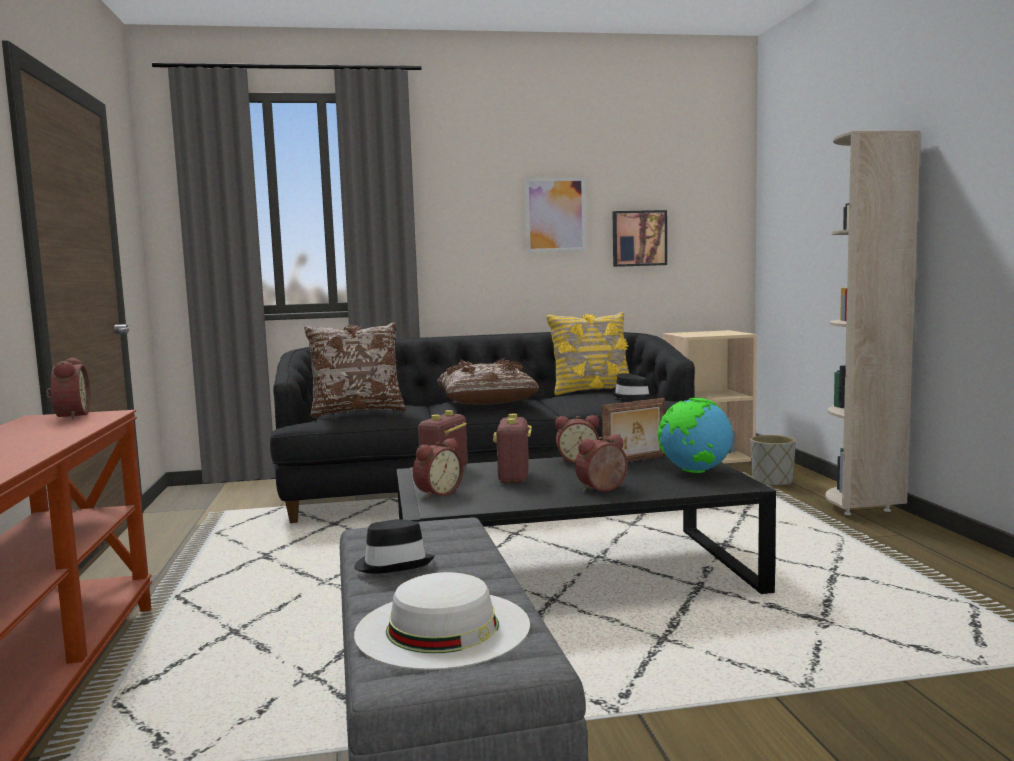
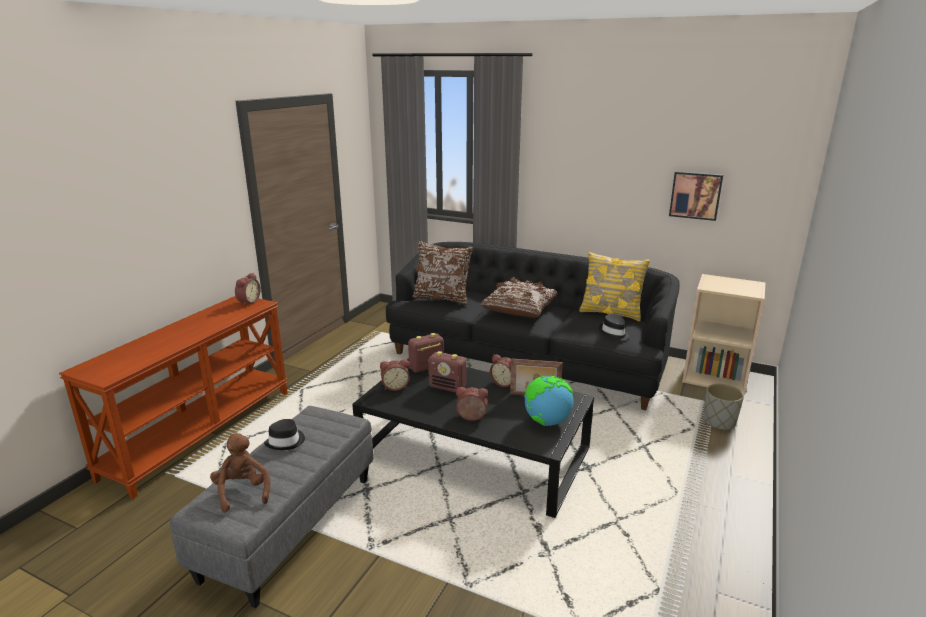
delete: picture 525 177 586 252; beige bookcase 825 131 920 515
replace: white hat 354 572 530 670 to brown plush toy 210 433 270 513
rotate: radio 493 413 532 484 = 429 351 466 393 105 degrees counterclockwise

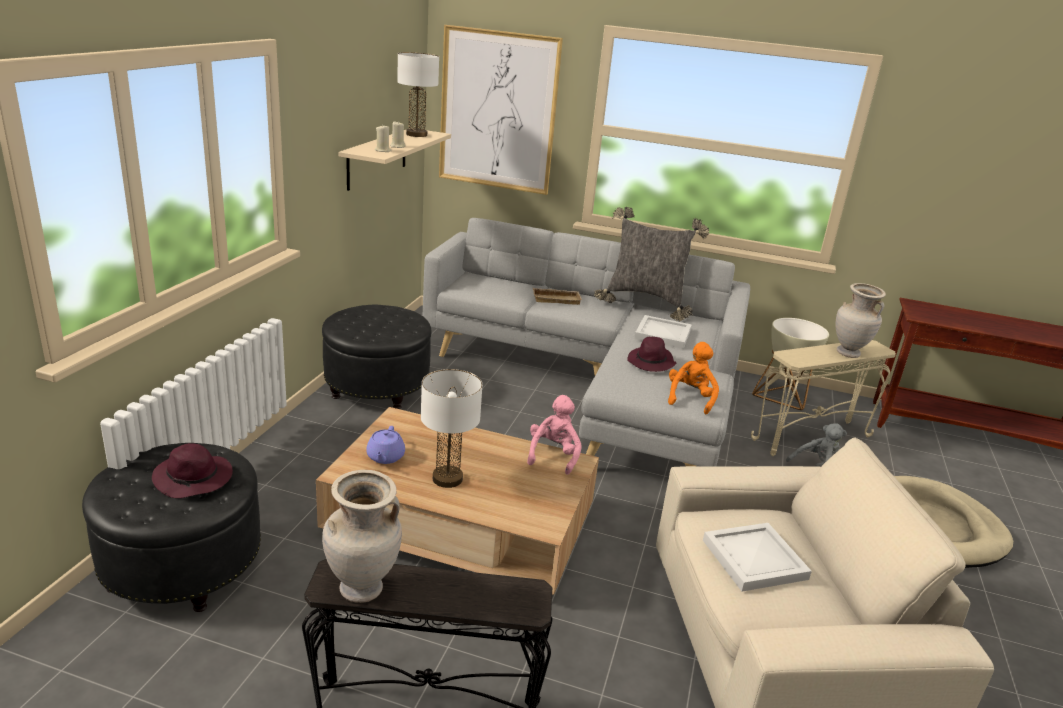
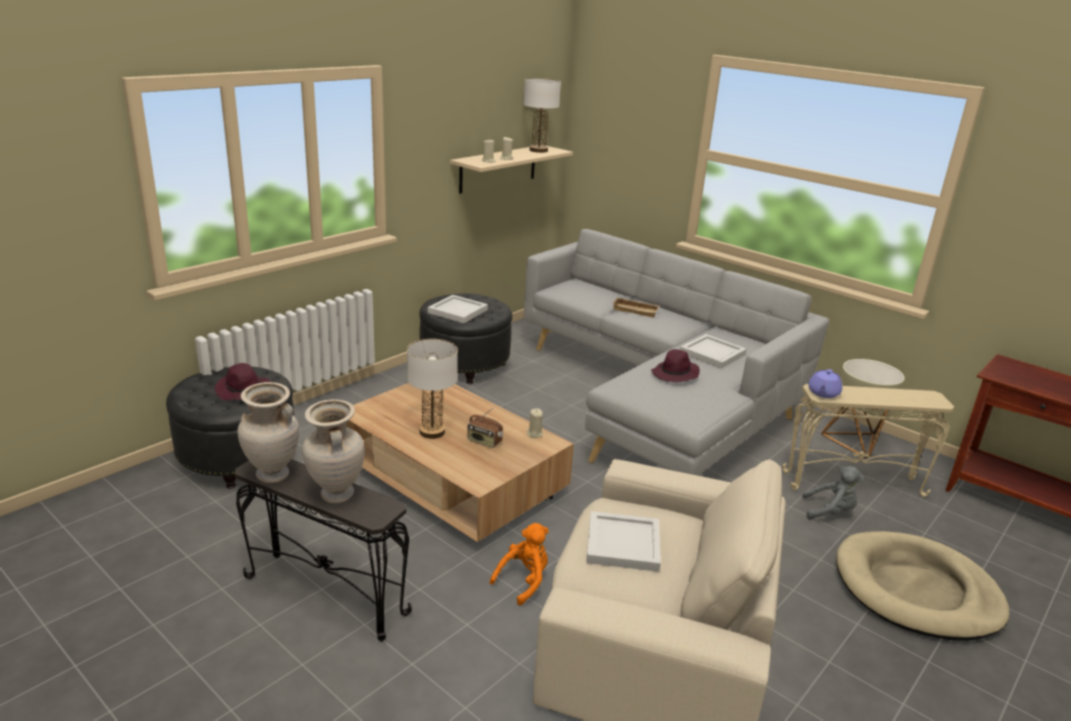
delete: picture 439 25 563 195; pillow 594 207 709 322
insert: white tray 428 295 488 323; radio 467 408 503 448
move: beige vase 836 283 886 358 to 302 399 365 503; orange plush toy 668 342 719 414 to 489 523 549 606; purple teapot 366 426 405 464 to 808 369 842 398
replace: pink plush toy 527 395 582 475 to beige candle 527 408 543 438

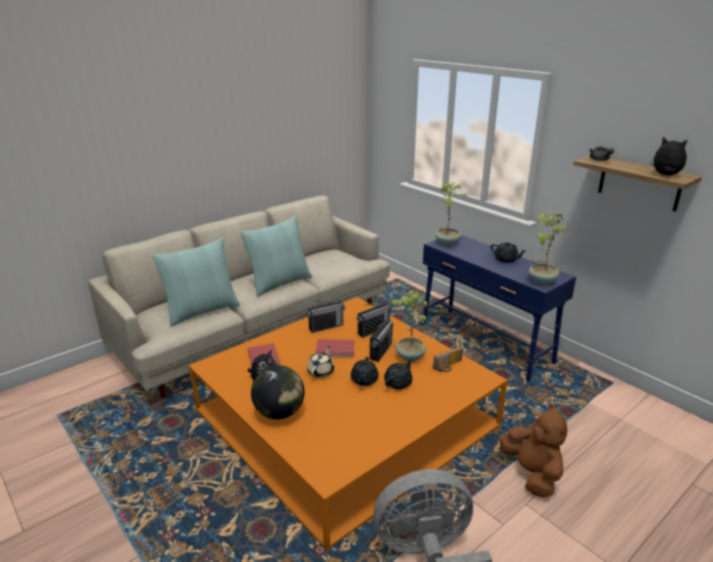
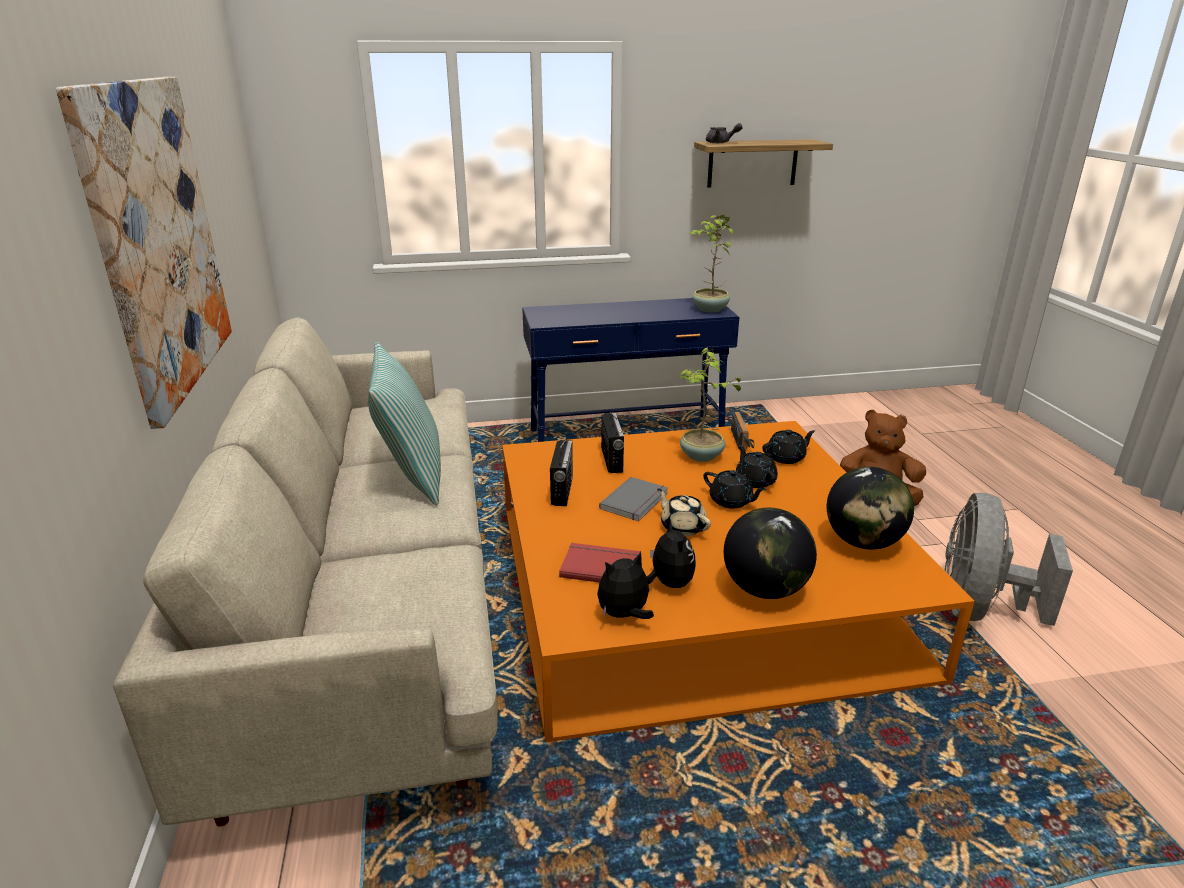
delete: pillow 152 237 240 326; radio 370 320 393 362; potted plant 435 182 467 246
insert: picture 56 77 232 429; globe 827 467 914 549
move: plush toy 649 137 688 175 to 597 552 654 619; black teapot 490 242 526 263 to 763 430 815 464
recolor: red book 315 339 354 358 to grey book 599 477 668 521

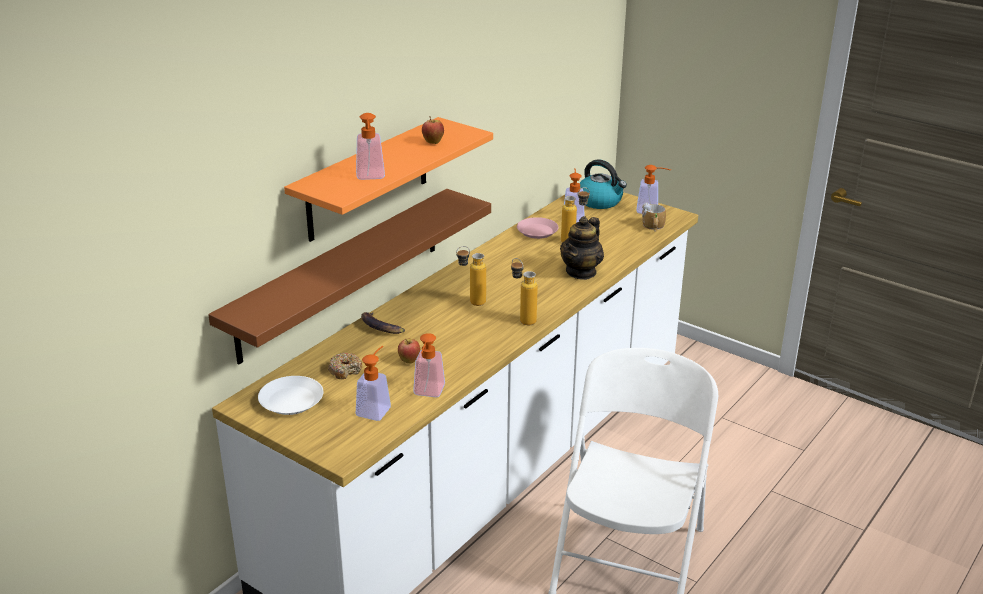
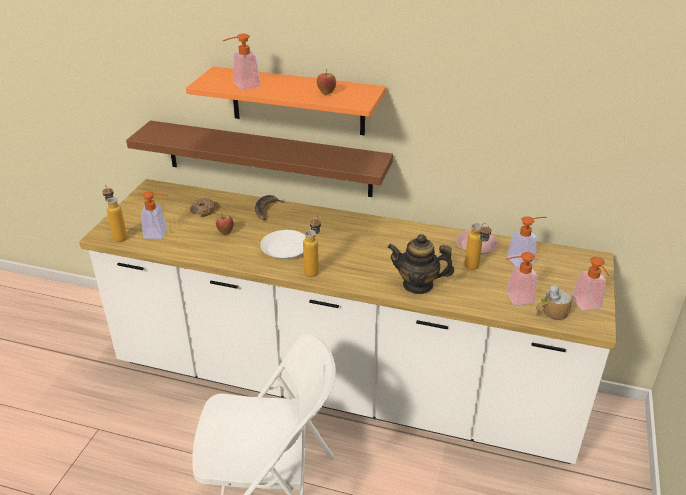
delete: kettle 579 159 627 209
move: bottle 456 246 486 306 to 102 185 127 242; white plate 258 376 323 415 to 260 230 306 259; soap dispenser 413 333 445 397 to 506 252 537 305

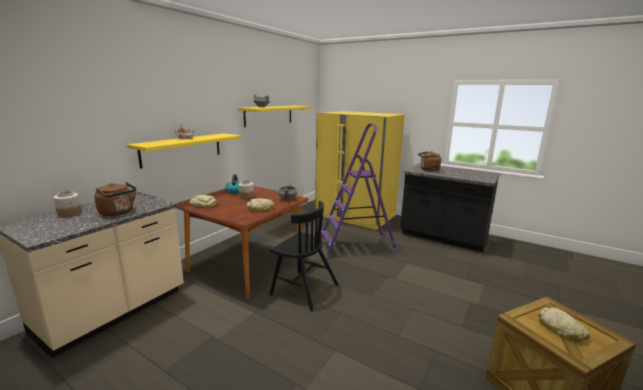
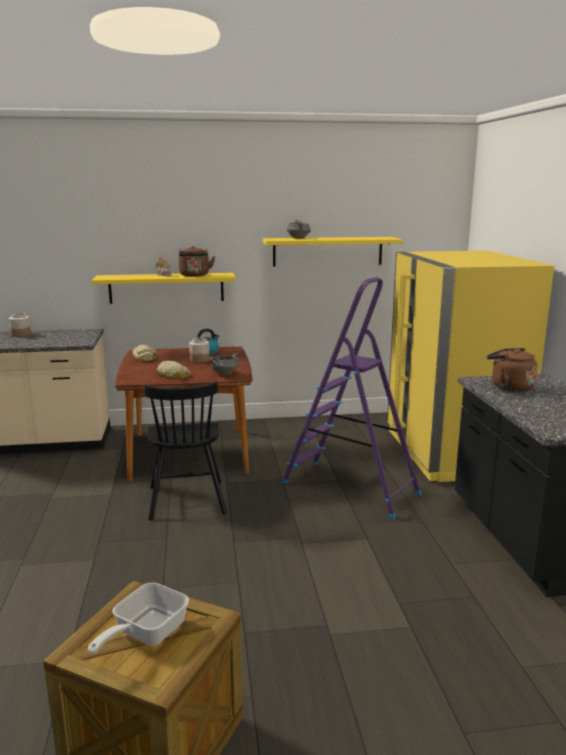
move: brown kettle 94 182 136 216 to 179 246 215 277
replace: bread 539 307 590 342 to frying pan 88 583 189 654

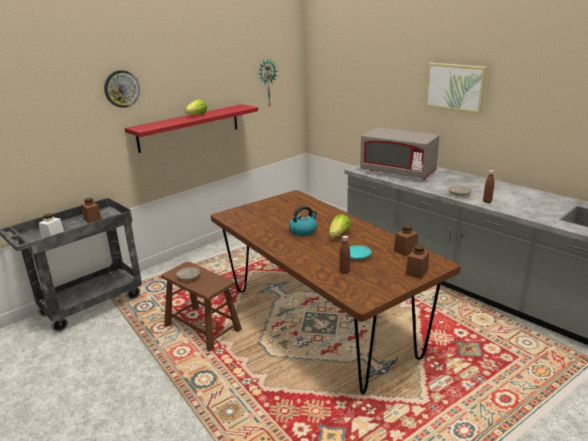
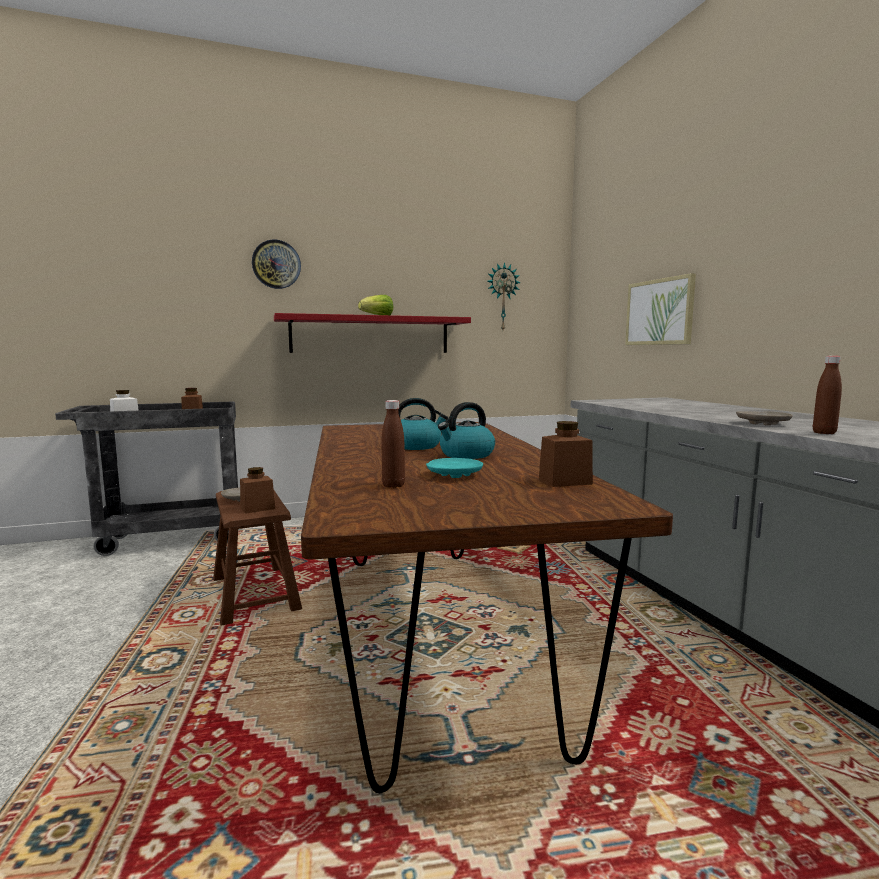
delete: grey microwave 360 127 440 180
move: brown jar 406 245 429 279 to 240 467 275 514; picture 425 63 487 114 to 625 273 696 345
replace: lettuce 329 214 351 238 to kettle 438 402 495 459

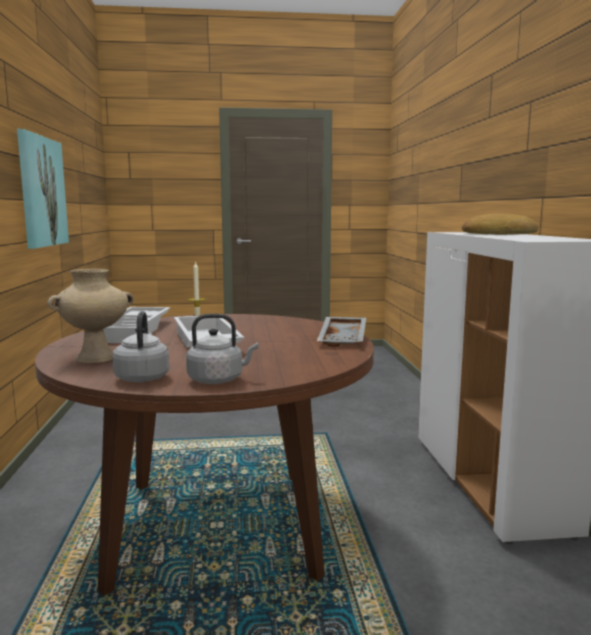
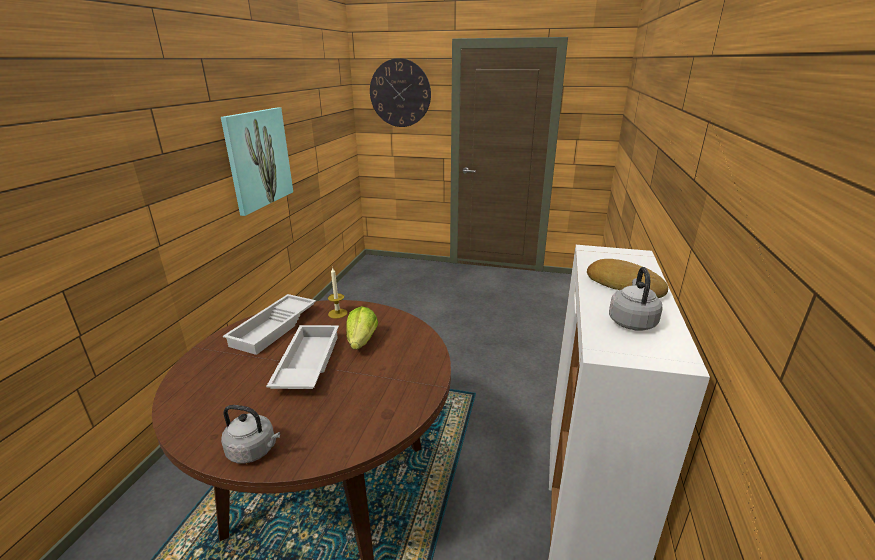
delete: beige vase 47 269 134 363; grey tray 317 317 366 347
insert: lettuce 346 306 378 349; wall clock 370 58 431 127
move: grey kettle 112 311 170 382 to 609 267 662 331

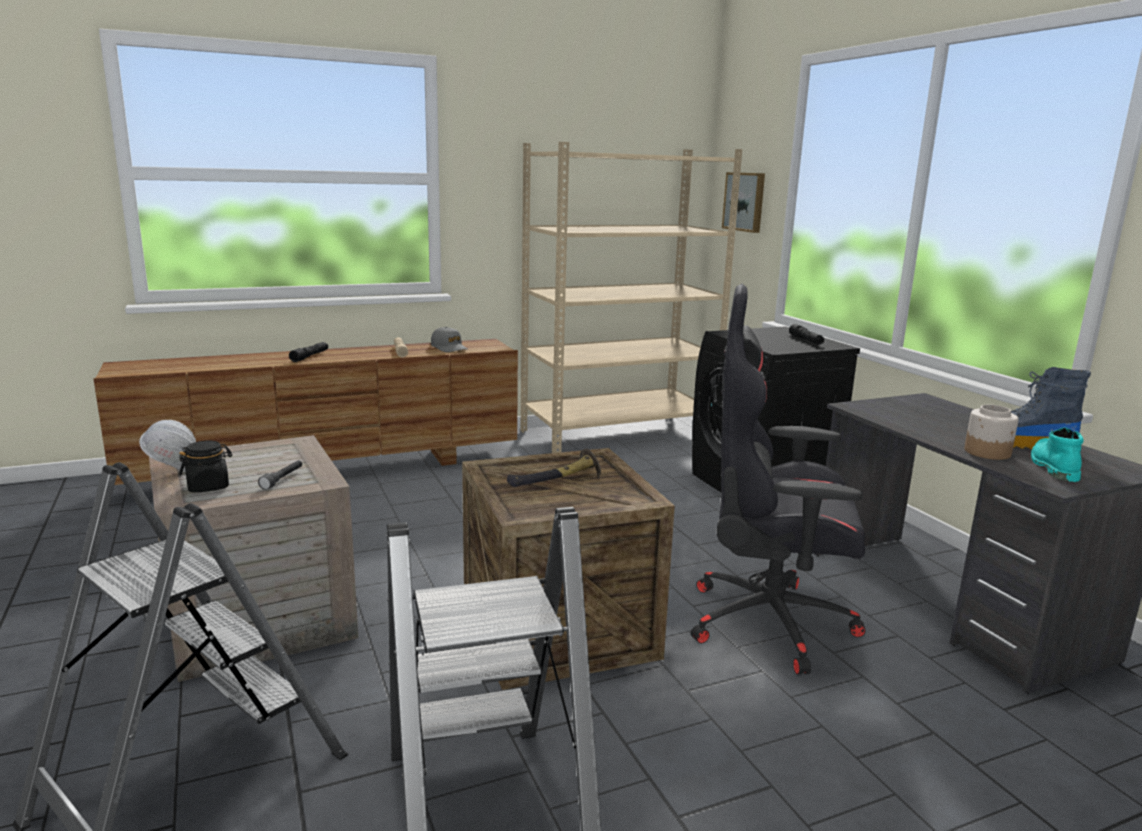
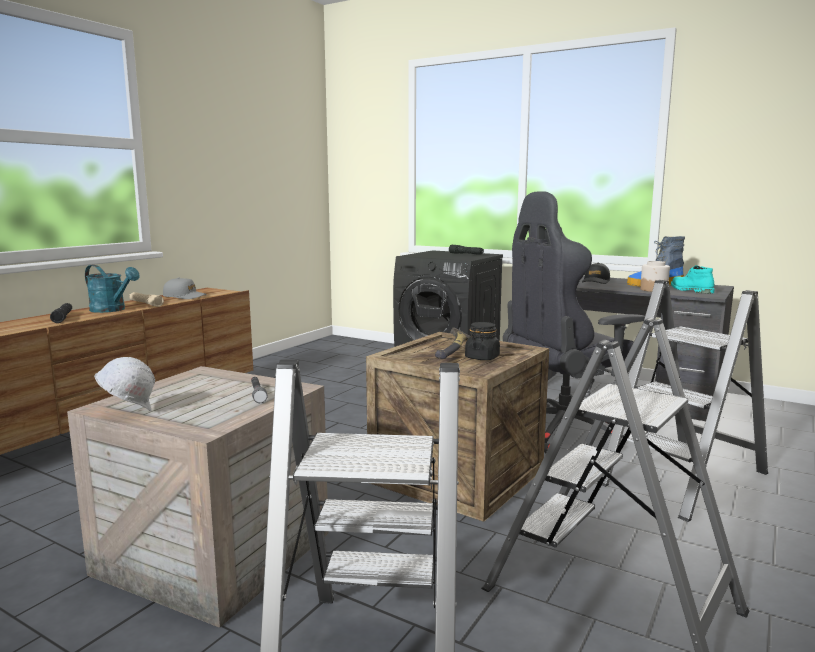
delete: beige bookcase 521 142 742 453; picture 722 172 765 233
insert: turquoise watering can 85 265 140 313; black cap 582 263 610 284; grey step ladder 597 280 768 522
move: black jar 179 440 232 492 to 465 322 500 360

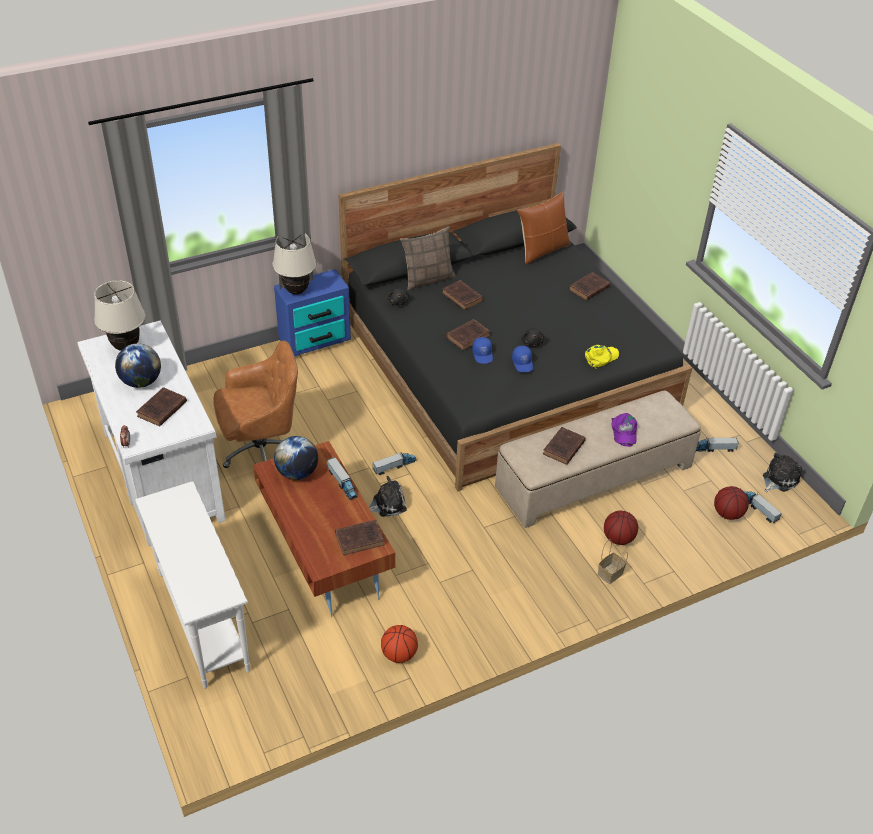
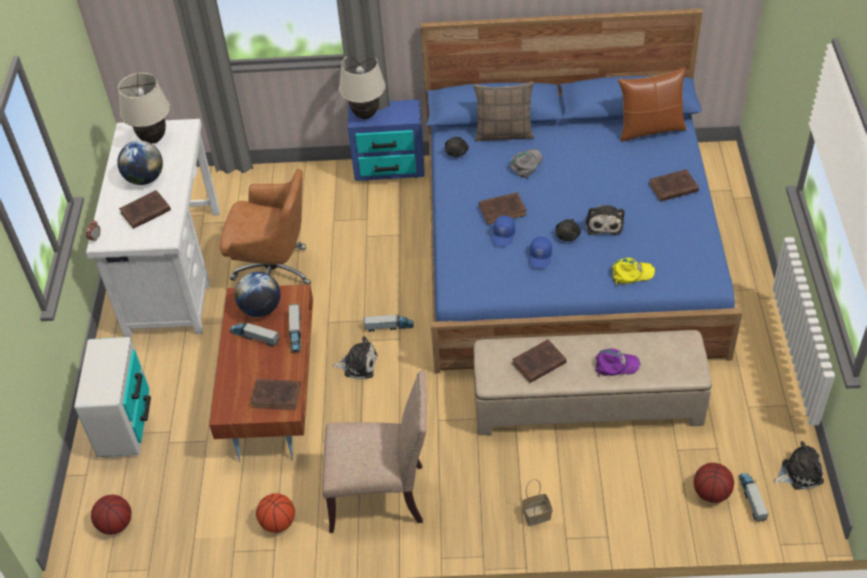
insert: beige chair 322 371 427 533; plush toy 586 205 625 235
move: basketball 604 511 638 545 to 91 495 131 535; toy truck 696 437 739 452 to 230 323 279 347
replace: white console table 135 481 250 688 to white nightstand 74 337 151 457; brown book 442 280 484 310 to grey cap 510 149 542 178
recolor: black bed 339 143 692 491 to blue bed 421 9 742 373
rotate: purple cap 611 413 637 447 = 596 348 641 377 120 degrees counterclockwise

